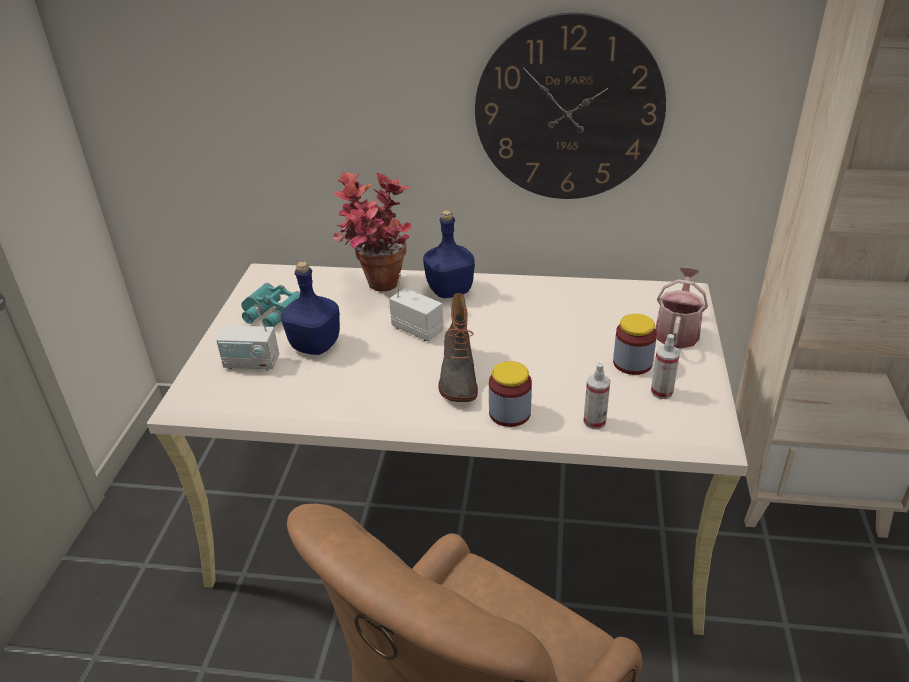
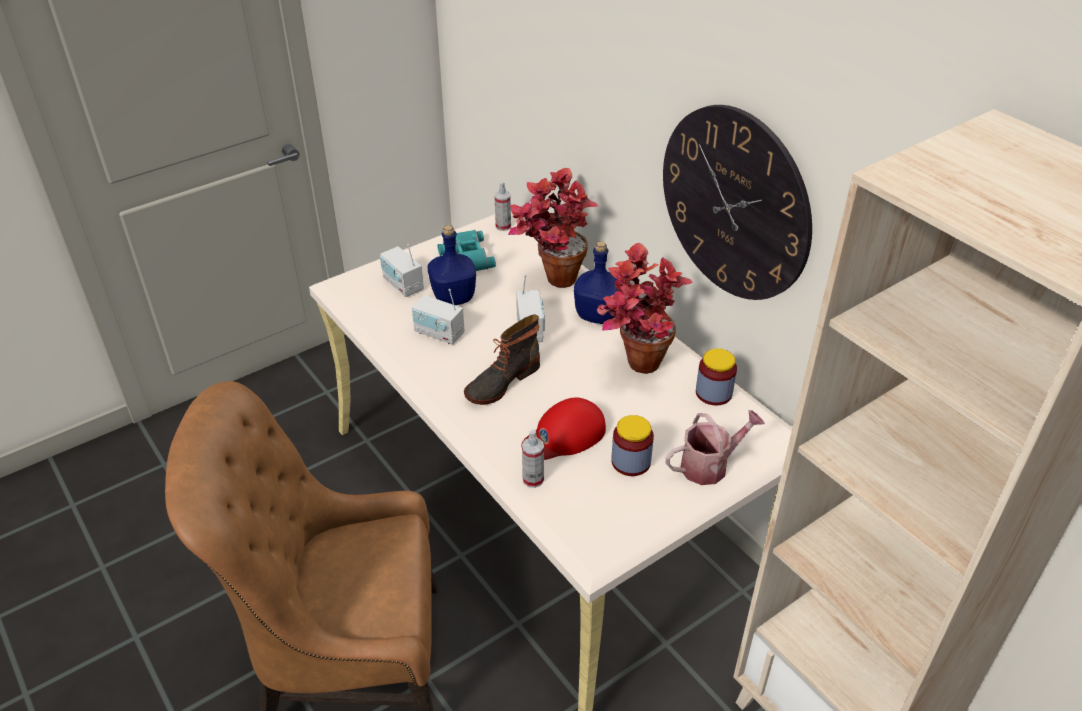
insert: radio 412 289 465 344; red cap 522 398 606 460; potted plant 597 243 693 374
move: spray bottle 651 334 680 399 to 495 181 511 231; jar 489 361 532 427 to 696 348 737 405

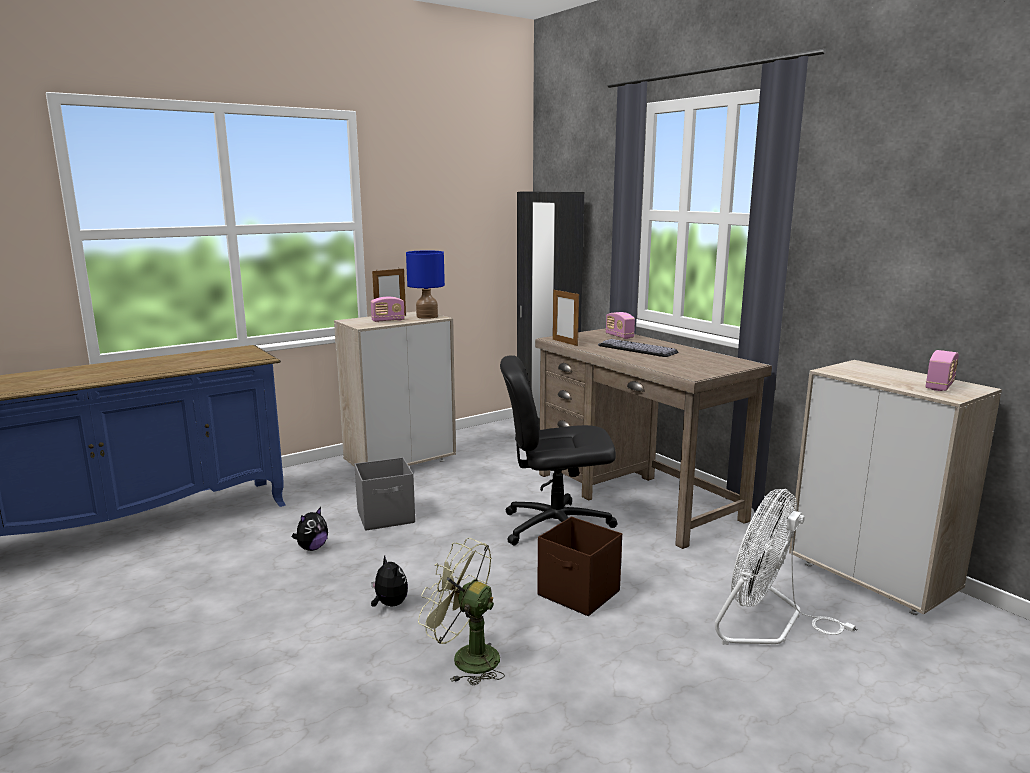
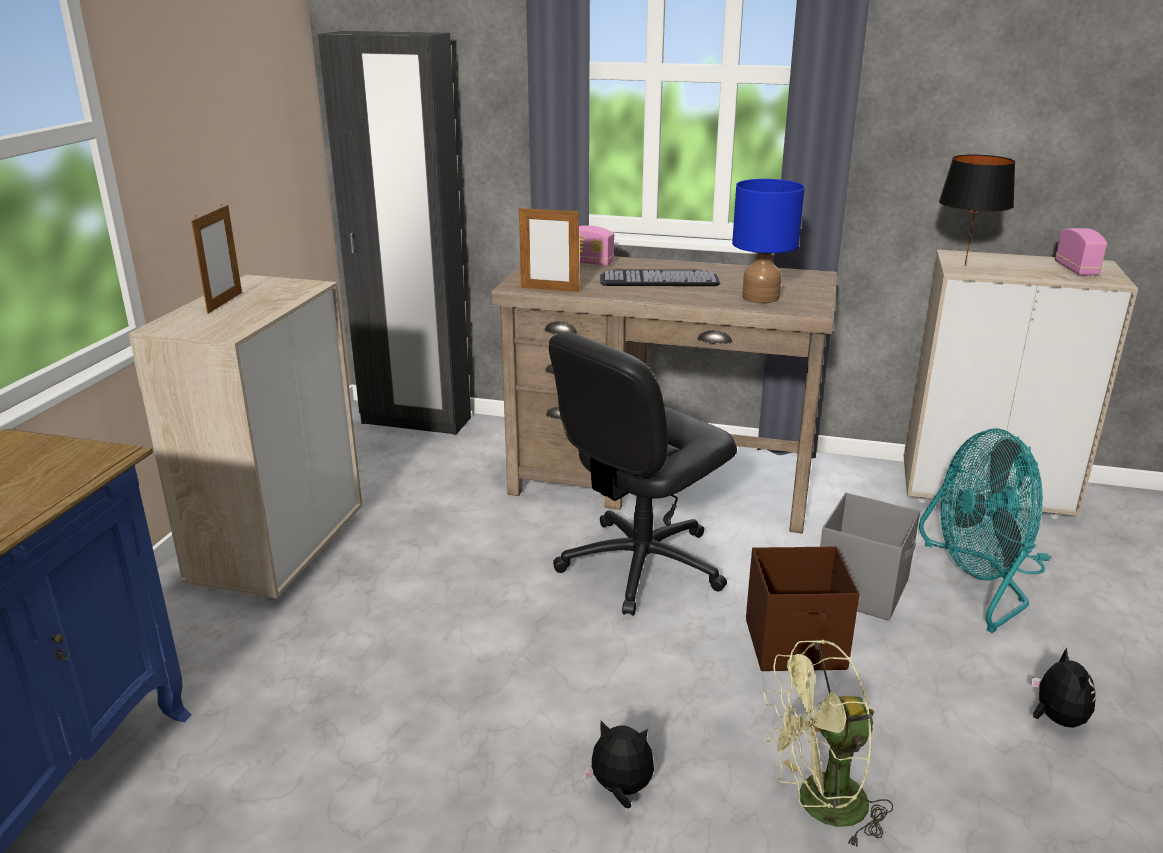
delete: radio 371 297 405 322
insert: black table lamp 939 155 1015 266
move: blue table lamp 406 250 445 319 to 732 179 804 303; grey storage box 355 457 415 531 to 820 493 920 621; plush toy 292 507 328 551 to 1031 648 1096 728
recolor: white fan 715 489 856 645 to turquoise fan 919 428 1052 633

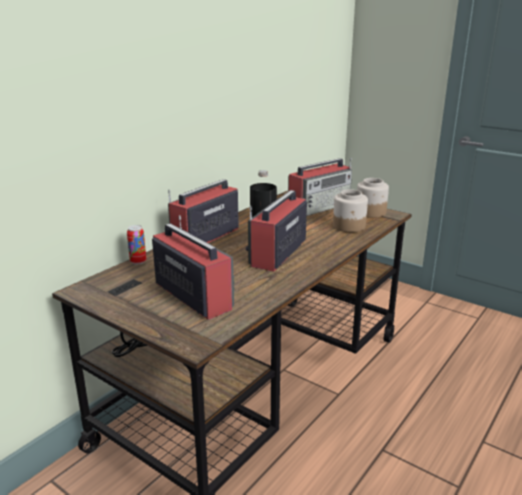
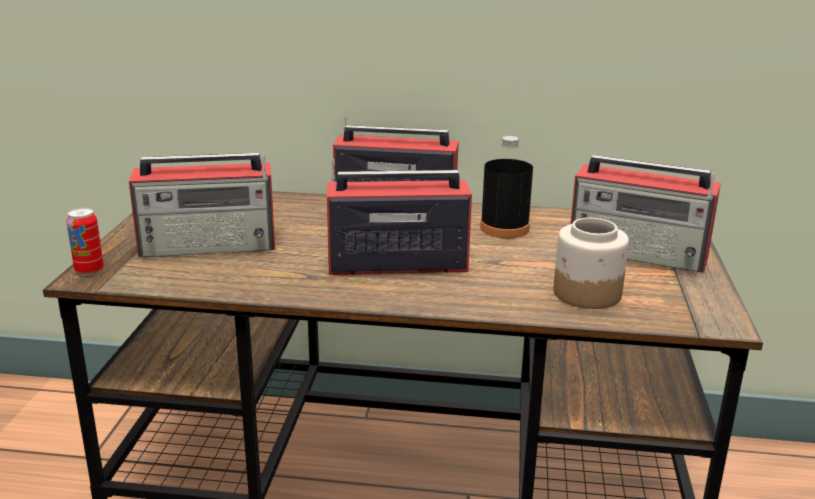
delete: jar 357 178 389 218
move: can 127 225 146 265 to 67 208 104 276
rotate: radio 152 215 235 320 = 129 153 275 258 60 degrees clockwise

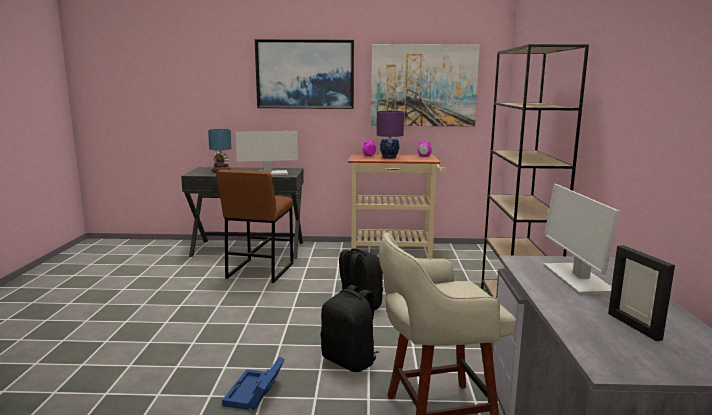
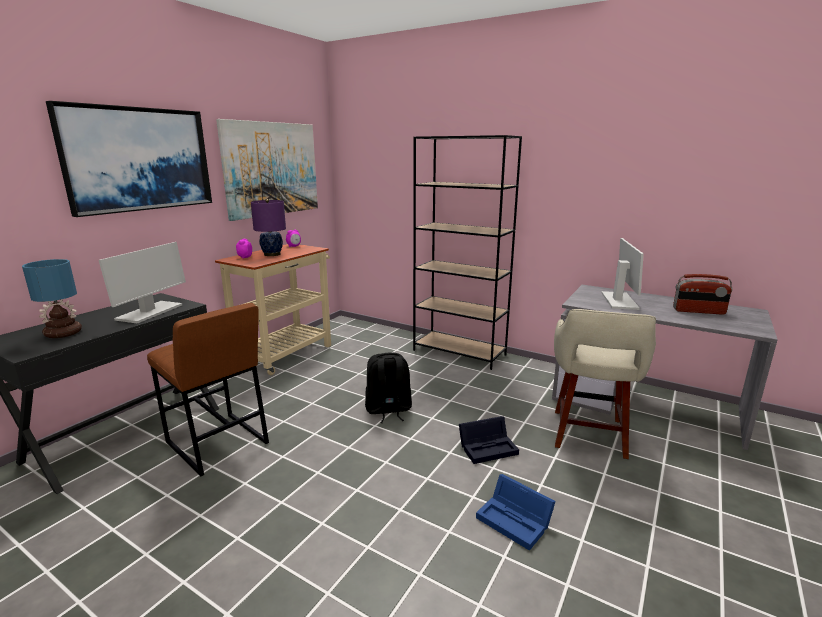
replace: black backpack 321 285 379 372 to black storage box 459 416 519 464; picture frame 608 245 675 341 to radio 673 274 733 315
rotate: monitor 543 184 620 295 = 601 238 644 310 105 degrees counterclockwise

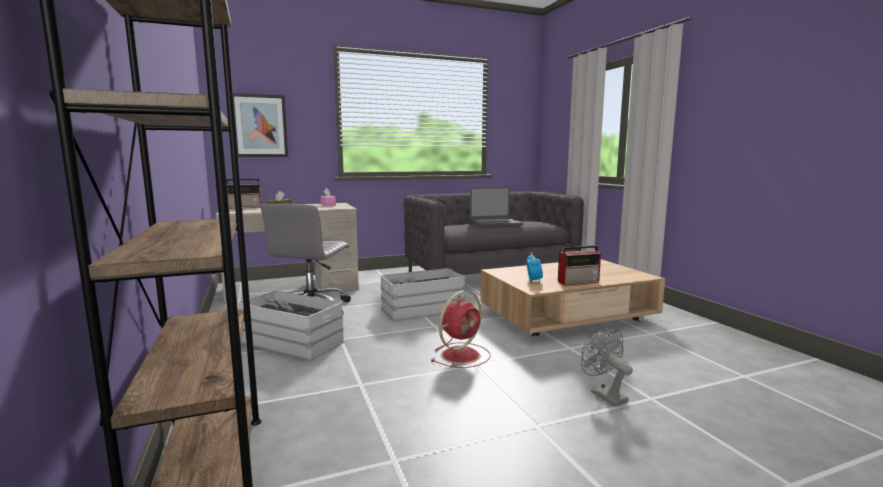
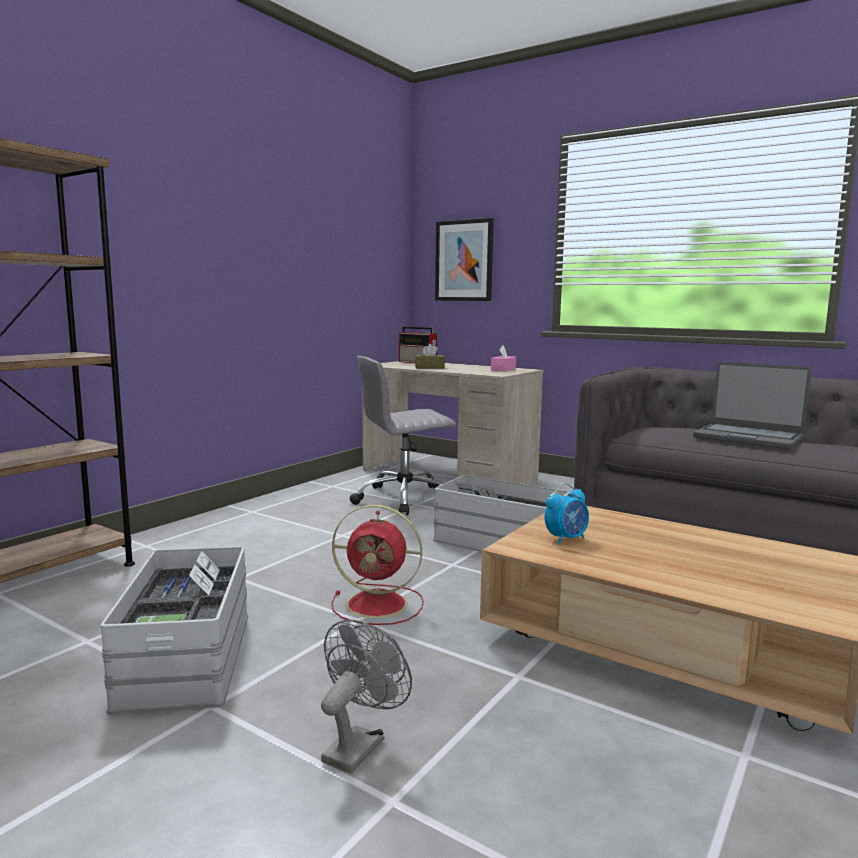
delete: radio 558 245 601 285
move: grey storage box 238 291 344 361 to 99 547 248 715

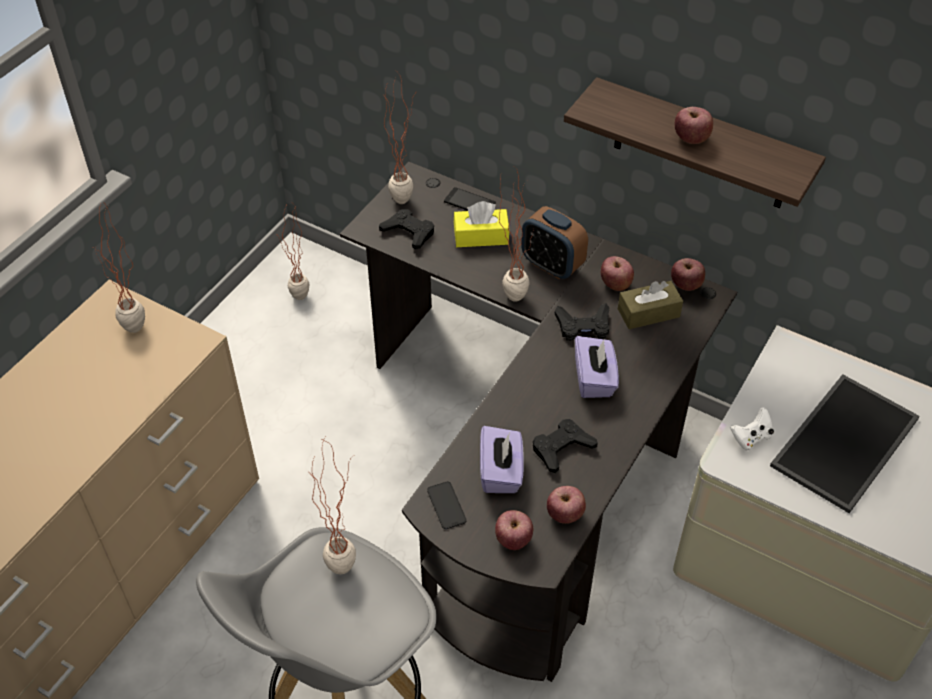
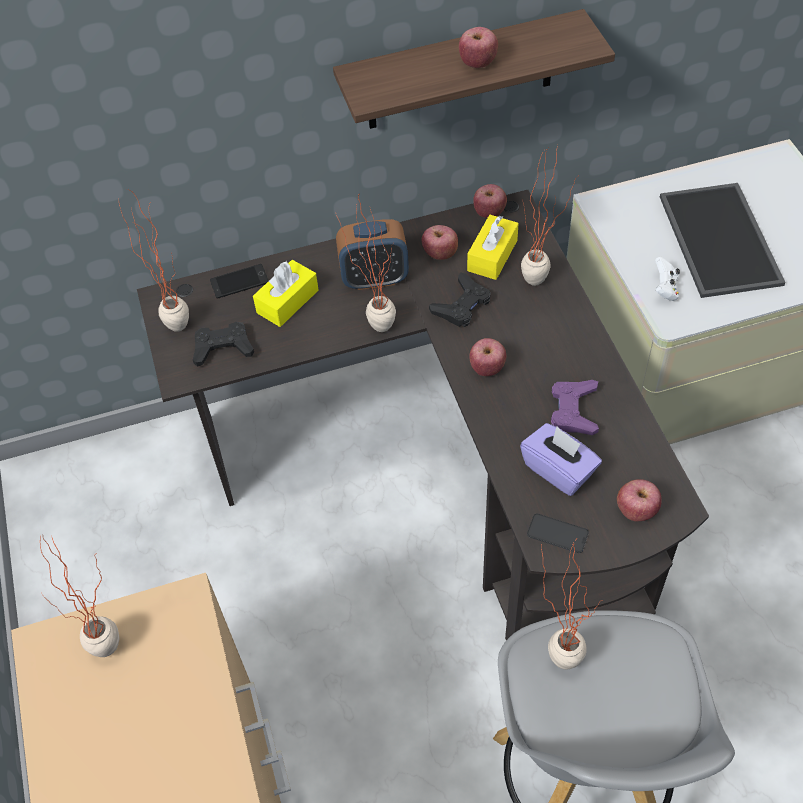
delete: purple tissue box 575 336 619 398
move: apple 547 486 586 524 to 469 338 506 376; potted plant 273 203 309 300 to 521 145 578 286
recolor: brown tissue box 618 281 683 329 to yellow tissue box 467 215 519 280; black game controller 533 419 598 473 to purple game controller 551 380 599 435

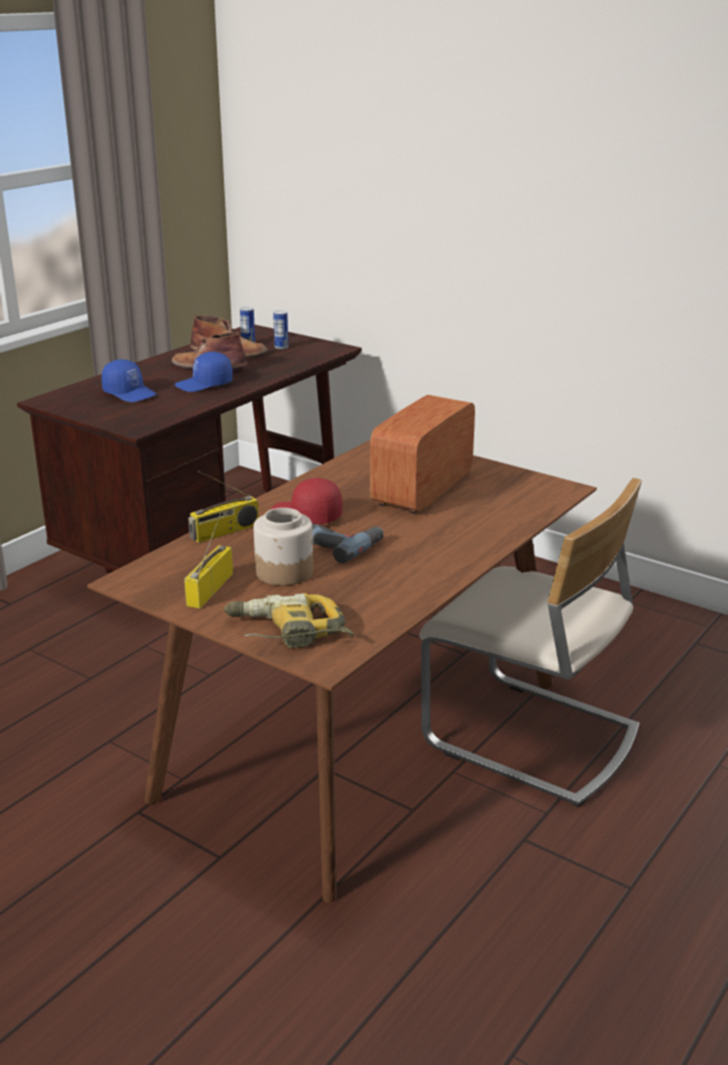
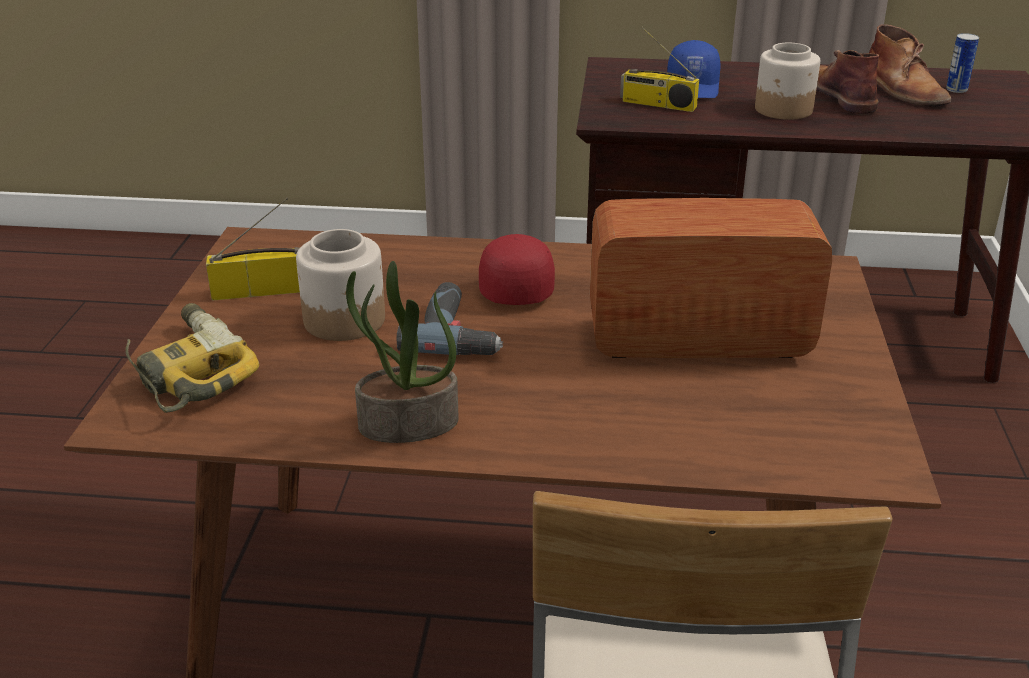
delete: can 273 310 288 349
insert: potted plant 346 261 459 443
move: radio 188 471 259 543 to 620 27 699 112
replace: blue cap 175 352 233 392 to jar 755 43 820 120

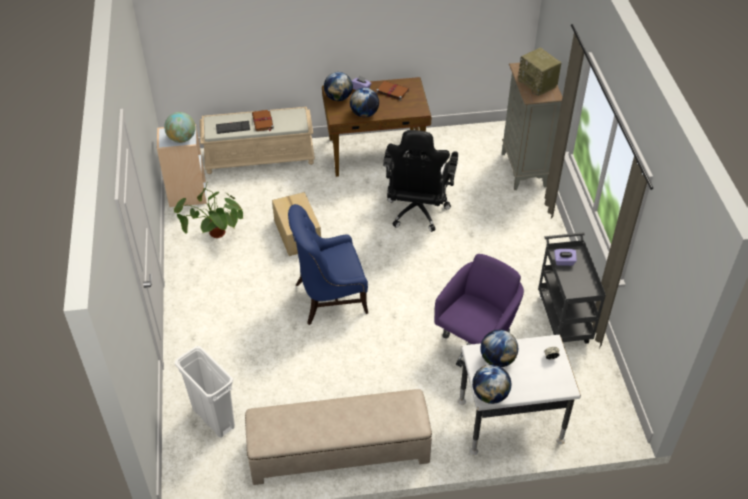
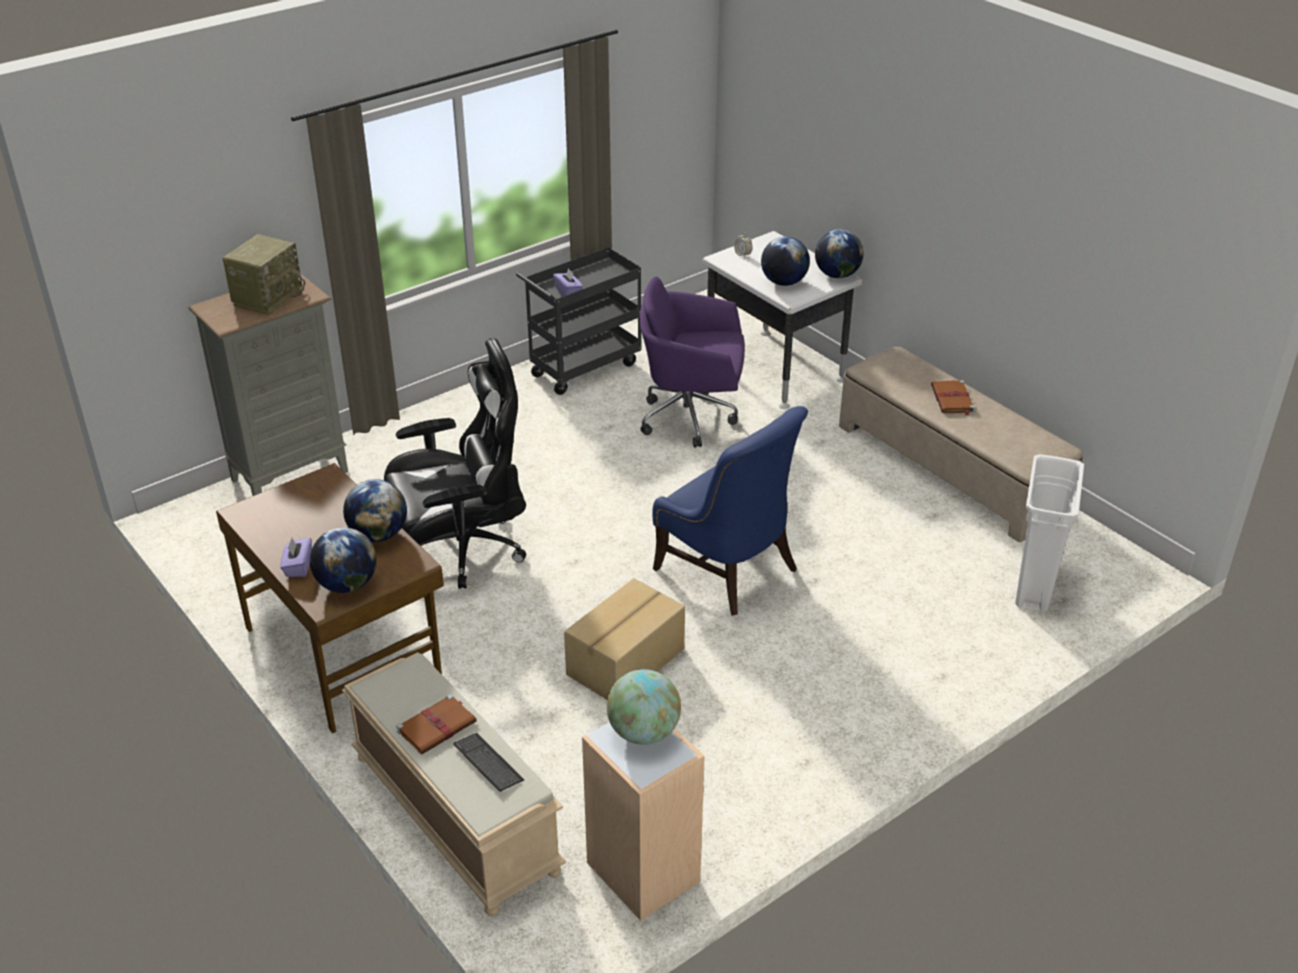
delete: potted plant 174 184 243 238
move: brown book 376 81 409 101 to 931 380 975 415

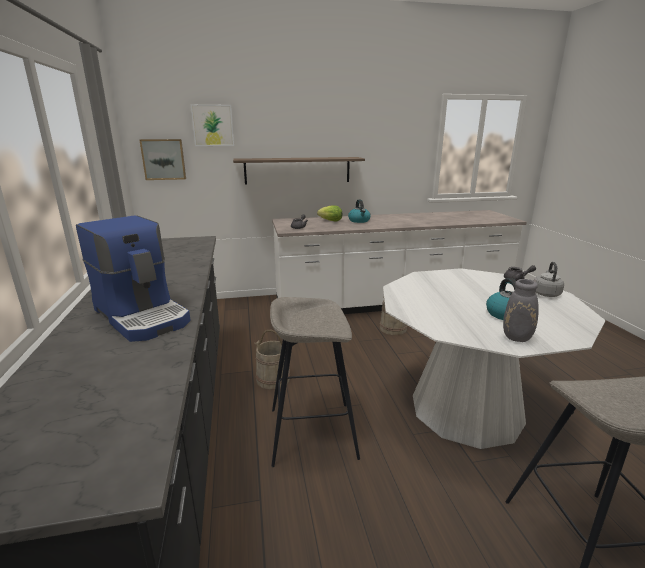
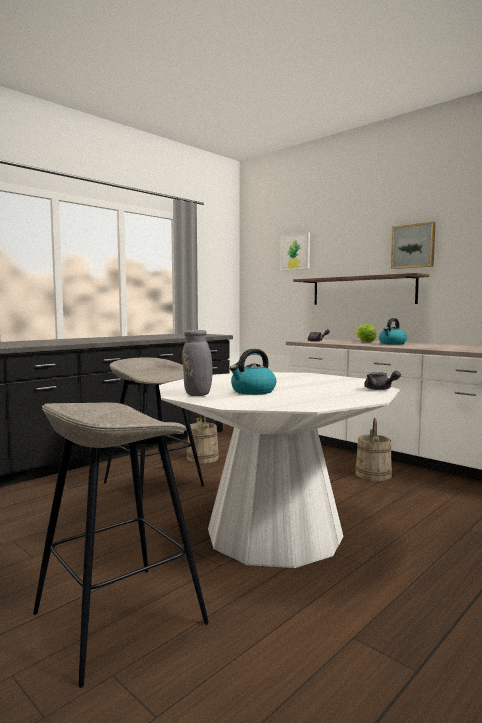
delete: coffee machine 76 215 191 342; grey kettle 534 262 564 297
move: picture 139 139 186 180 to 391 222 435 269

